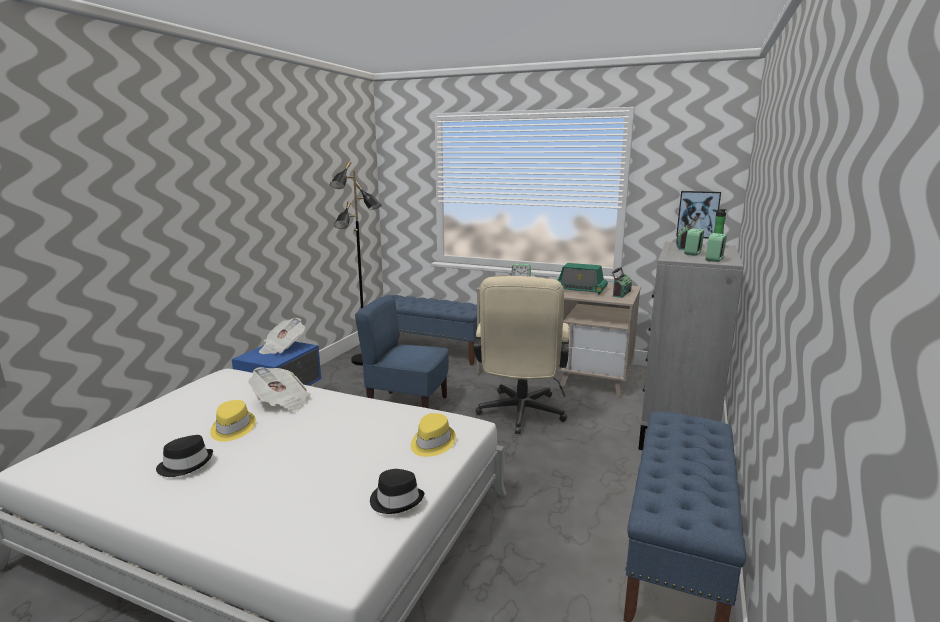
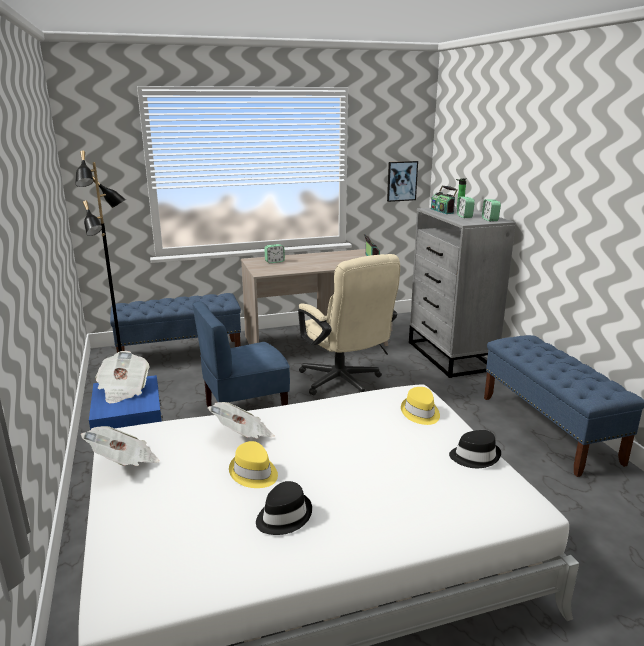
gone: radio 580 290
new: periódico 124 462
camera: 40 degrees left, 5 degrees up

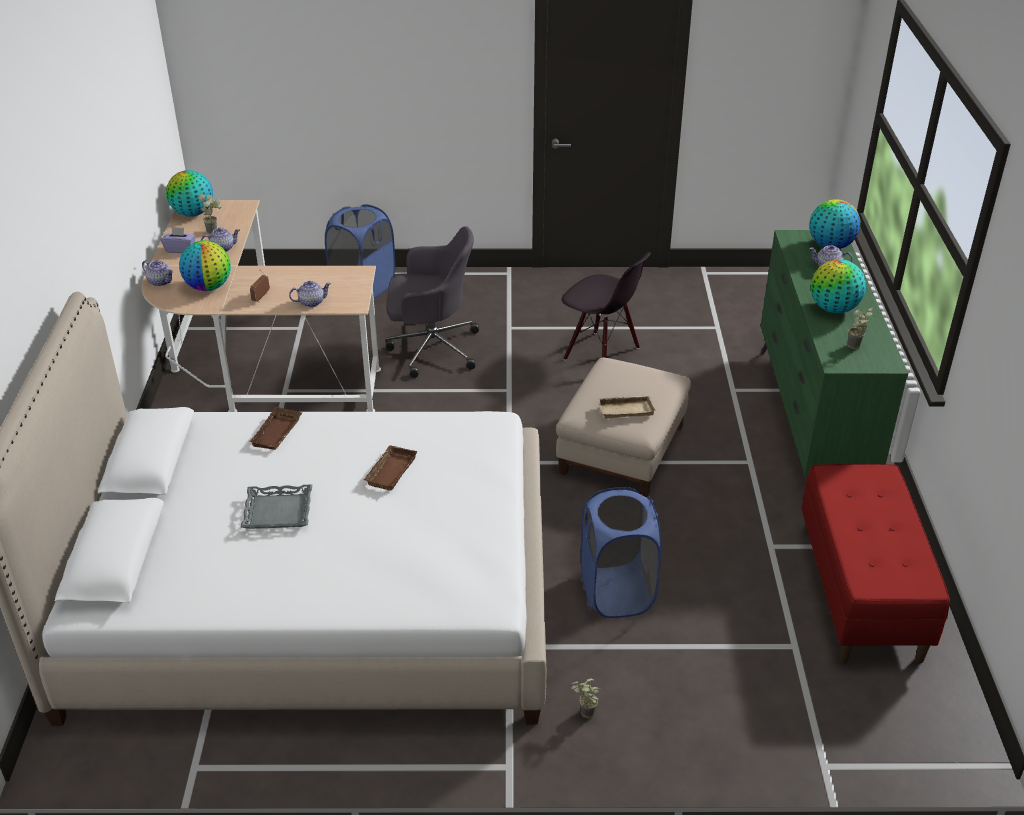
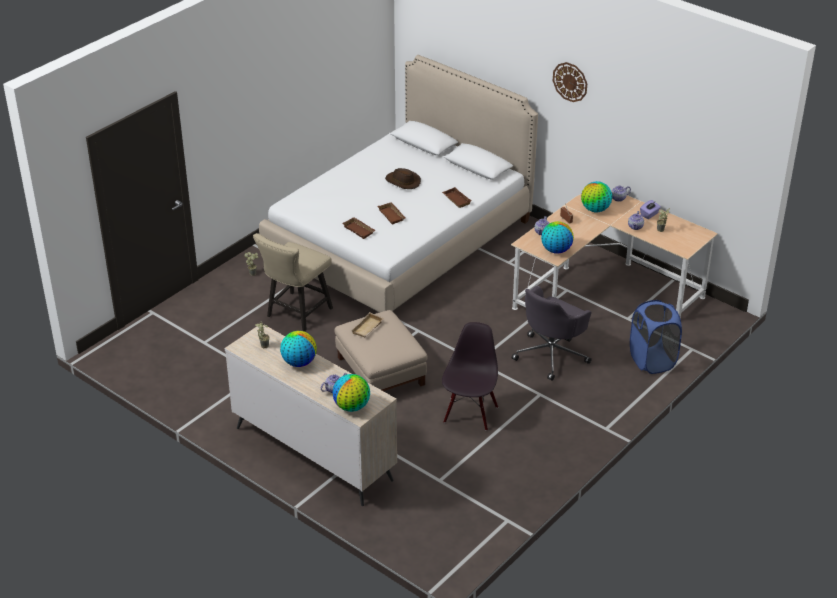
gone: banco/rojo 861 593
new: bandeja/marrón 360 230; reloj de pared 570 81
shifted: globo terráqueo 193 213 to 556 250
swapped: bandeja/gris 278 511 to sombrero/marrón 402 181; cesto de la ropa/azul 616 592 to silla/beis 296 314
repainted: cómoda/verde 811 421 to cómoda/beis 313 453
rotated: silla/negro 601 354 = 470 414 120 degrees clockwise
camera: 130 degrees right, 0 degrees up

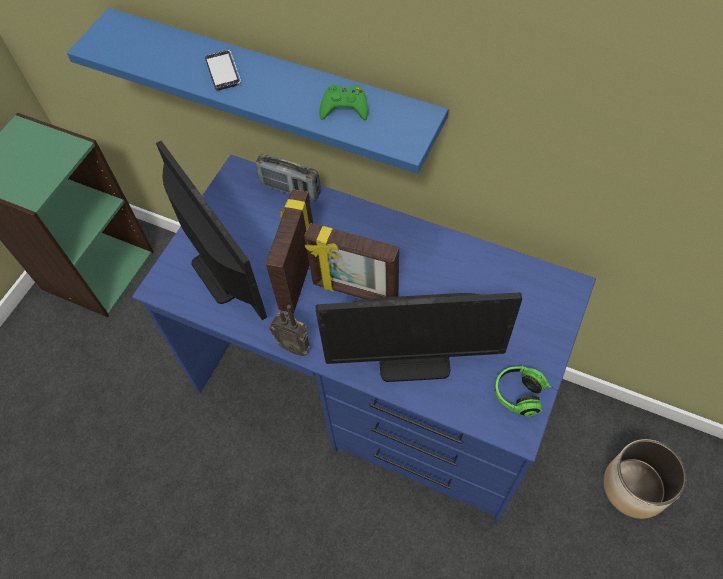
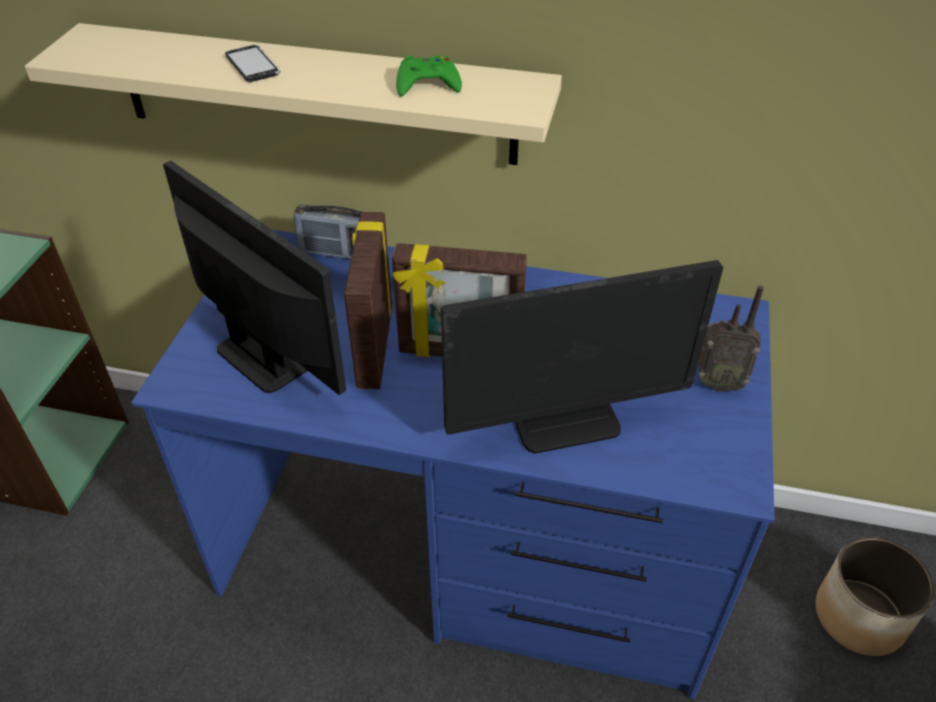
gone: auriculares 526 396
shifted: radio 294 345 to 716 382
repainted: estante/azul 273 84 to estante/beis 315 95
camera: 15 degrees left, 15 degrees down

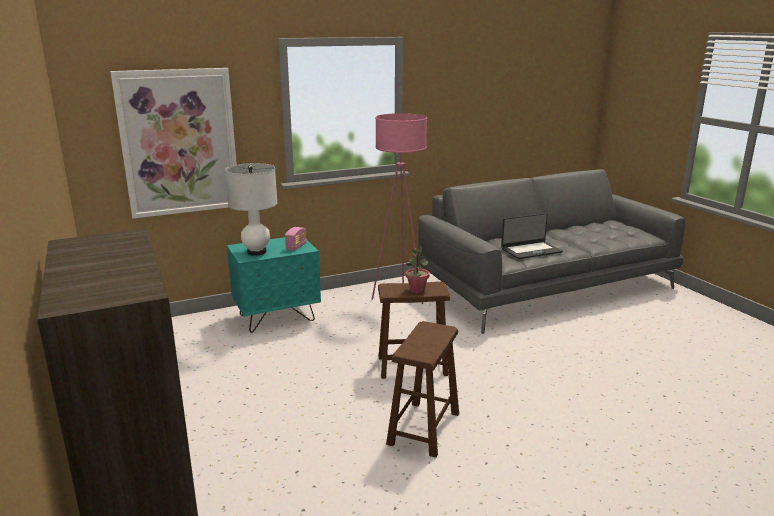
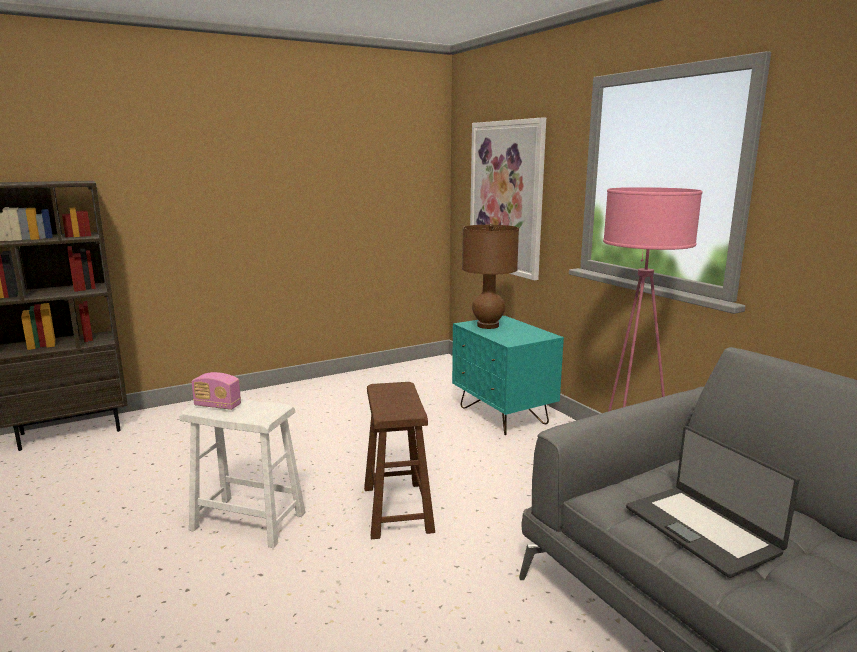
gone: planta en maceta 417 290
shifted: radio 296 247 to 217 406
repainted: lámpara de mesa/blanco 256 252 to lámpara de mesa/marrón 487 326; taburete/marrón 423 428 to taburete/blanco 248 521
camera: 85 degrees right, 5 degrees down

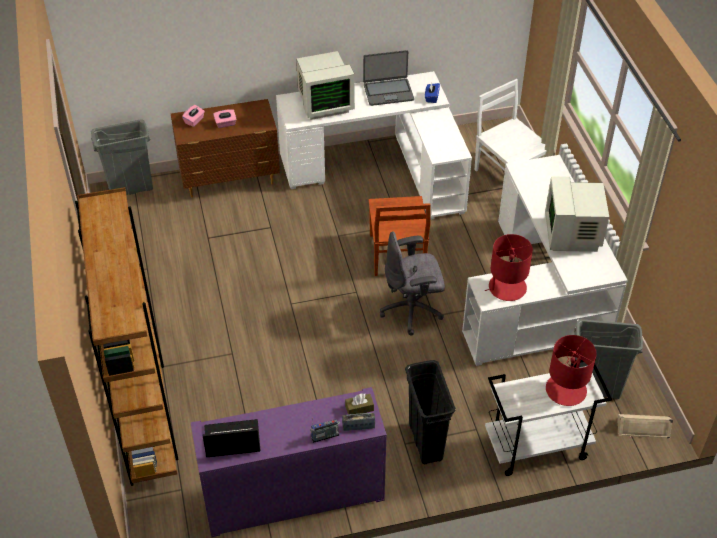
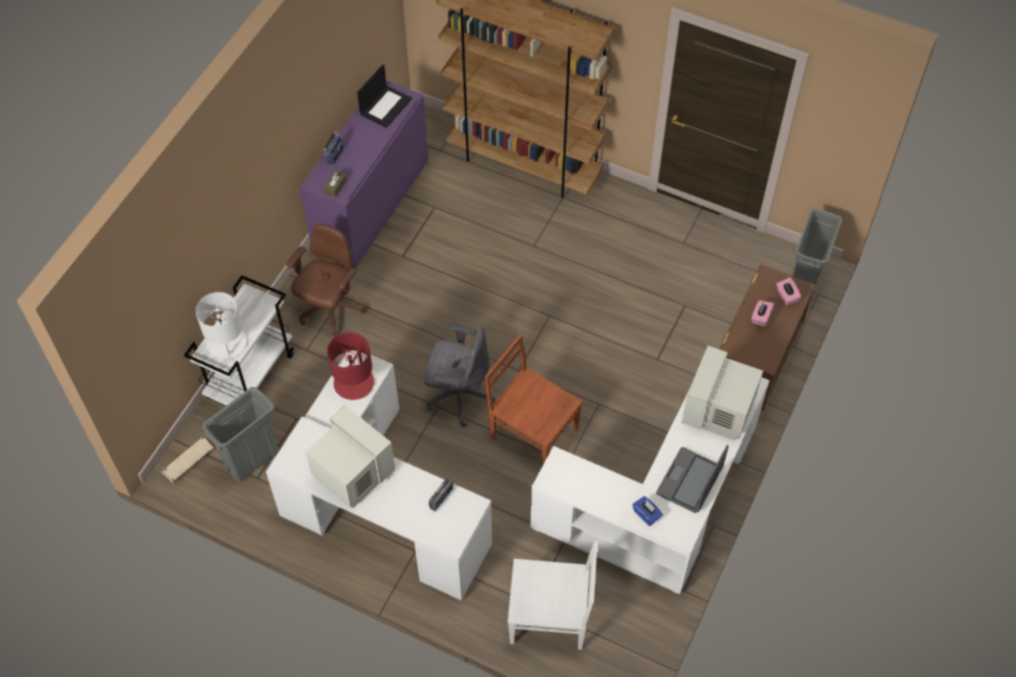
shifted: radio 358 427 to 441 498
swapped: papelera/negro 425 441 to silla de oficina/marrón 330 310
repainted: lámpara de mesa/rojo 566 389 to lámpara de mesa/blanco 227 343
rotated: silla de oficina/gris 412 310 = 459 395 75 degrees clockwise
camera: 130 degrees right, 10 degrees up

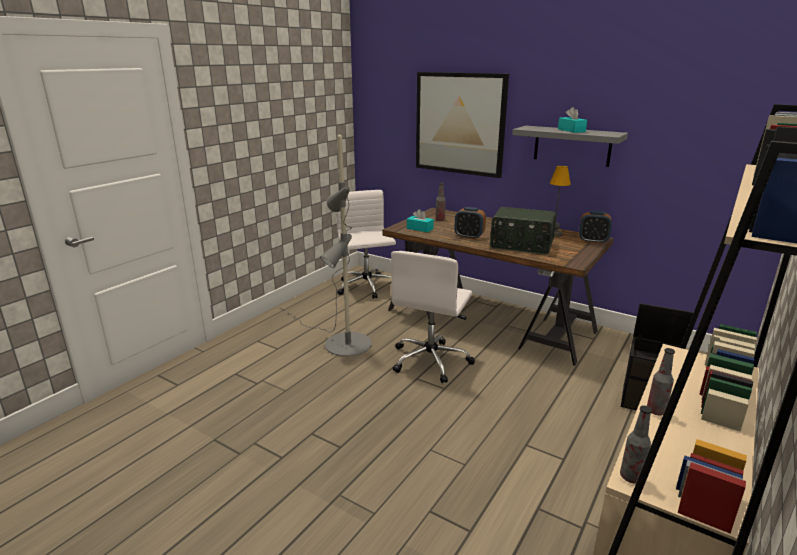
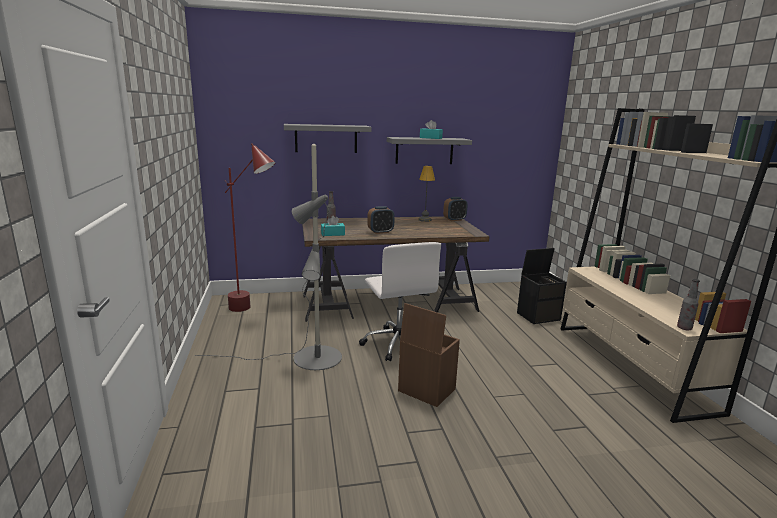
gone: radio 521 245; botella 656 411
new: caja de almacenaje/marrón 425 390
swapped: silla de oficina/blanco 367 287 to lámpara de pie/rojo 254 310; cuadro 460 124 to estante/gris 326 138
camera: 45 degrees left, 5 degrees down

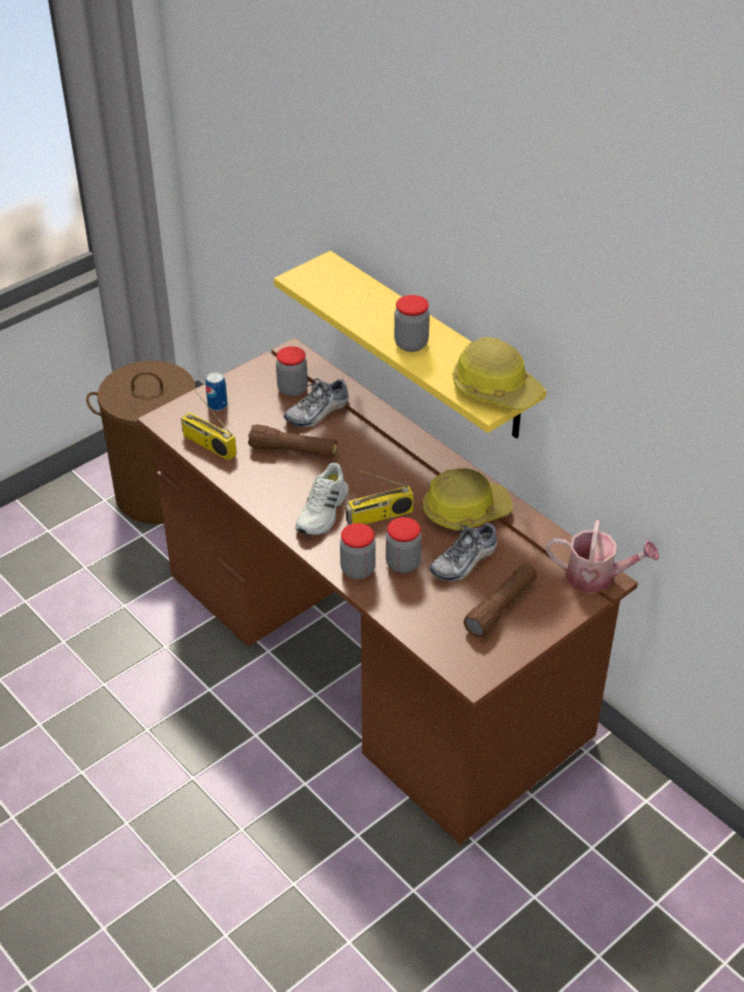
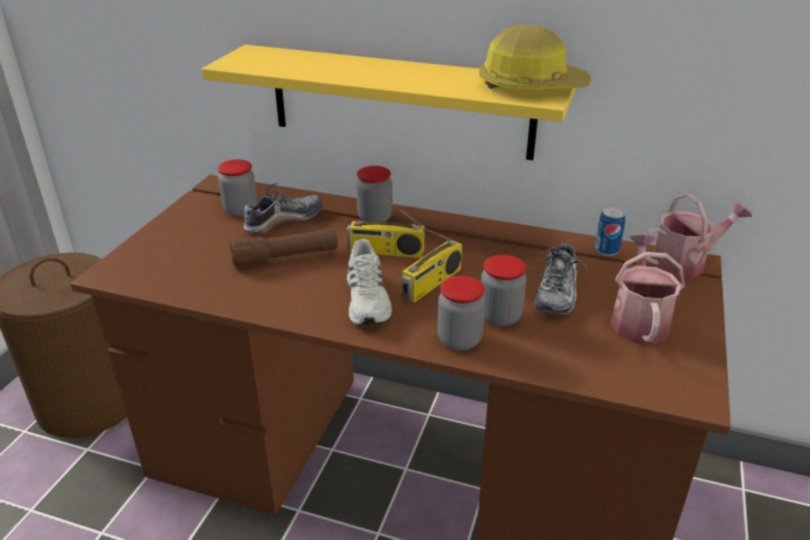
gone: casco 465 510
shifted: radio 208 445 to 385 252; lata 217 405 to 606 250; tarro 411 344 to 375 218
swapped: linterna/marrón 501 607 to regadera 638 319
rotated: zapato 317 412 = 283 221 150 degrees counterclockwise
camera: 30 degrees left, 10 degrees down

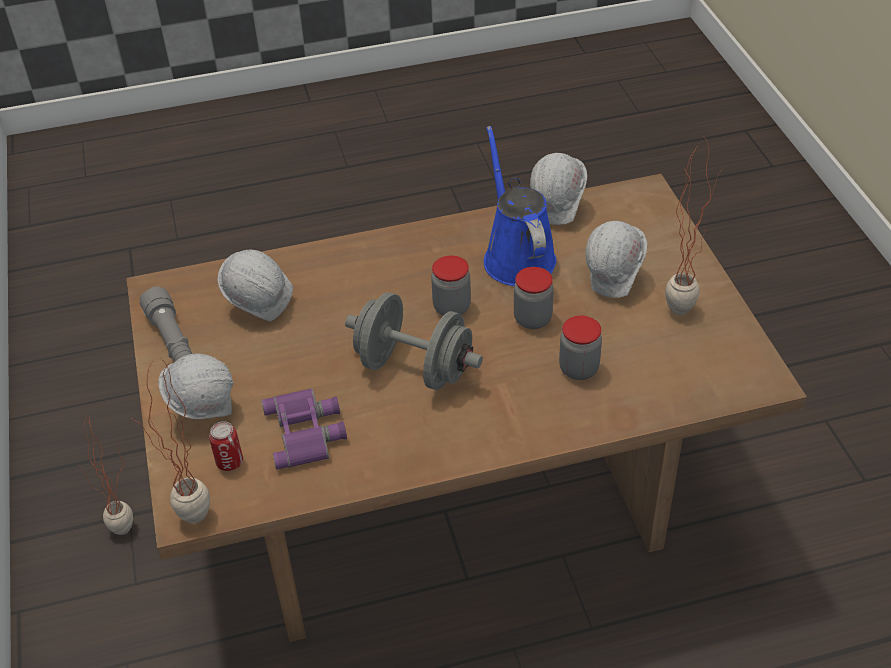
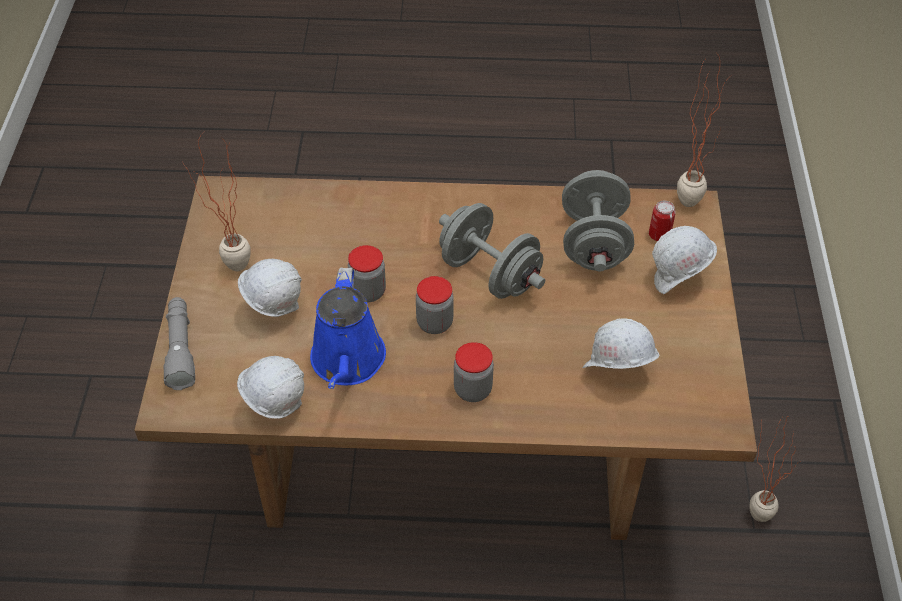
shifted: linterna/gris 172 340 to 181 349; tarro 578 369 to 472 390
swapped: prismáticos/morado 307 432 to mancuerna/gris 593 243
camera: 165 degrees left, 5 degrees up

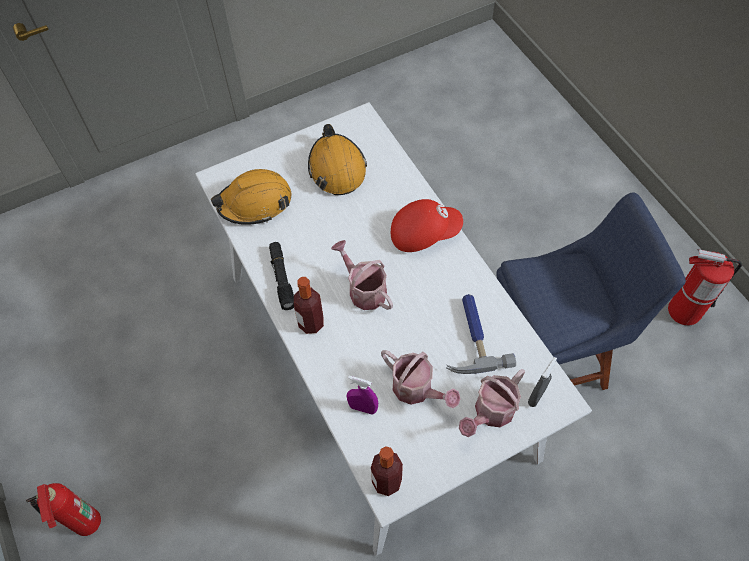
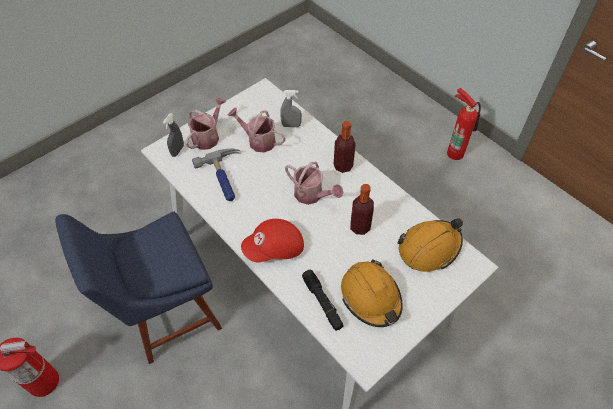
shifted: linterna/negro 282 278 to 322 302; botella 386 481 to 360 227
repainted: pulverizador/morado 363 408 to pulverizador/gris 291 125
camera: 165 degrees right, 5 degrees down

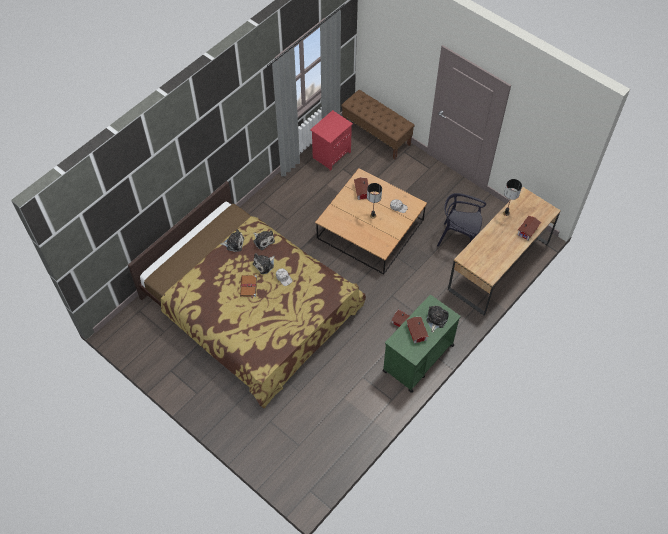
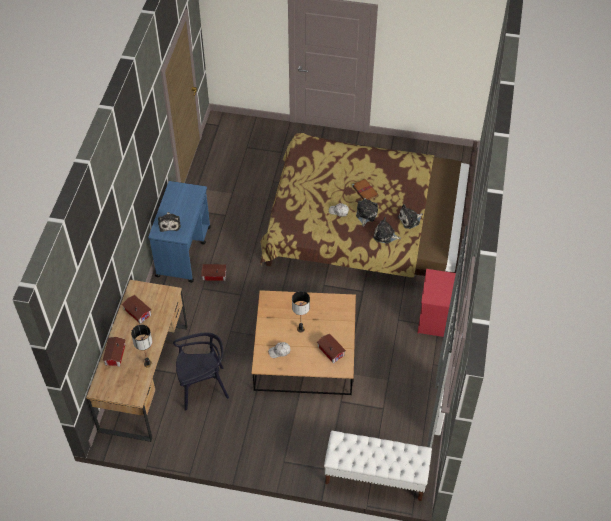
shifted: mesita de noche/rojo 331 154 to 435 320; casita 416 333 to 137 311
repainted: banco/marrón 376 135 to banco/blanco 375 476; carrito/verde 417 358 to carrito/azul 184 251
camera: 150 degrees right, 5 degrees down

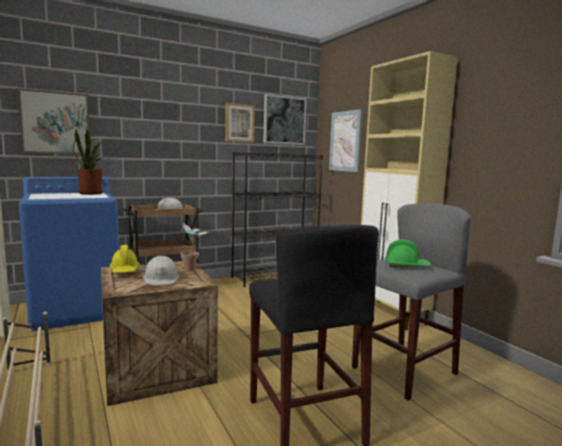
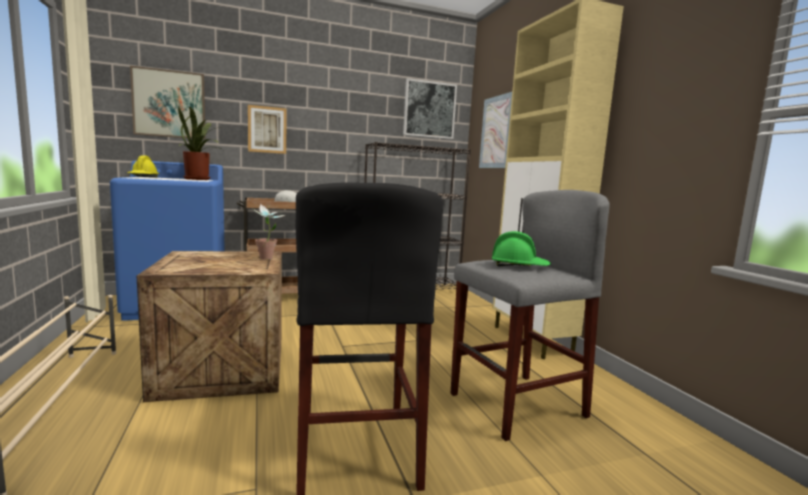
gone: casco/blanco 161 278
shifted: casco/amarillo 125 271 to 143 177; cuadro 239 123 to 267 130
camera: 10 degrees right, 0 degrees up

